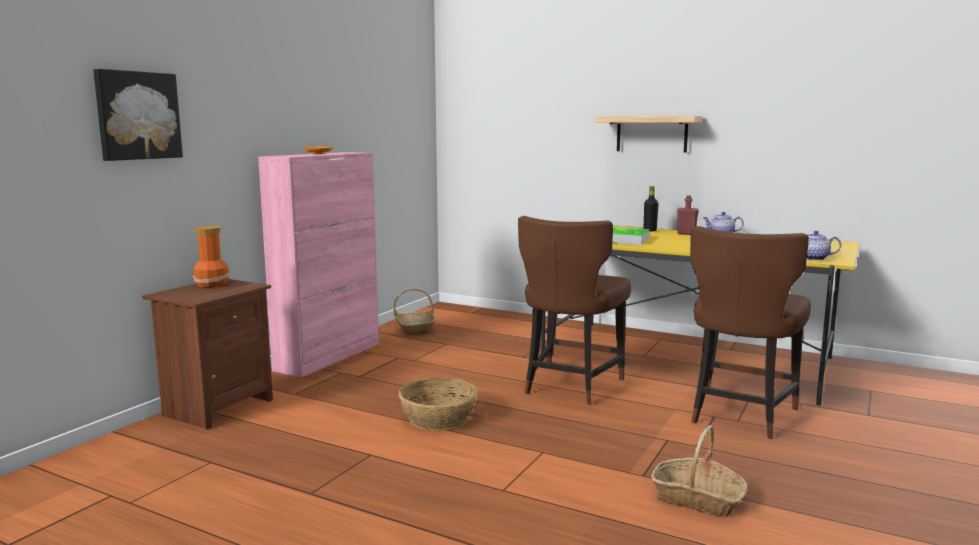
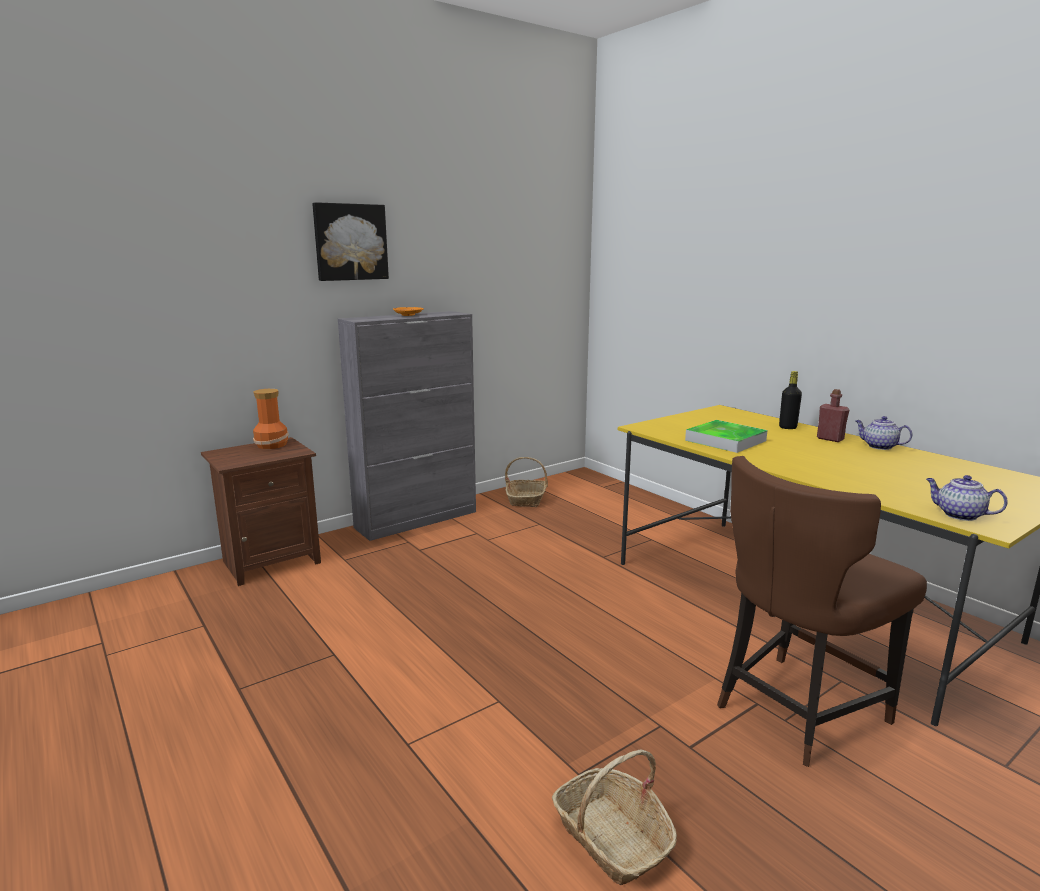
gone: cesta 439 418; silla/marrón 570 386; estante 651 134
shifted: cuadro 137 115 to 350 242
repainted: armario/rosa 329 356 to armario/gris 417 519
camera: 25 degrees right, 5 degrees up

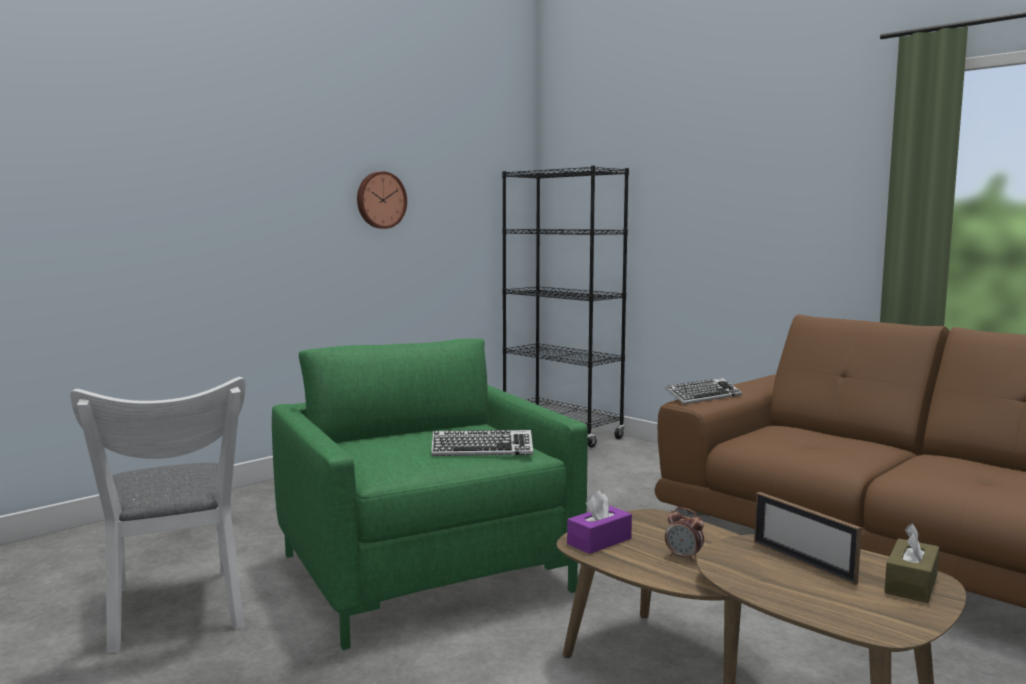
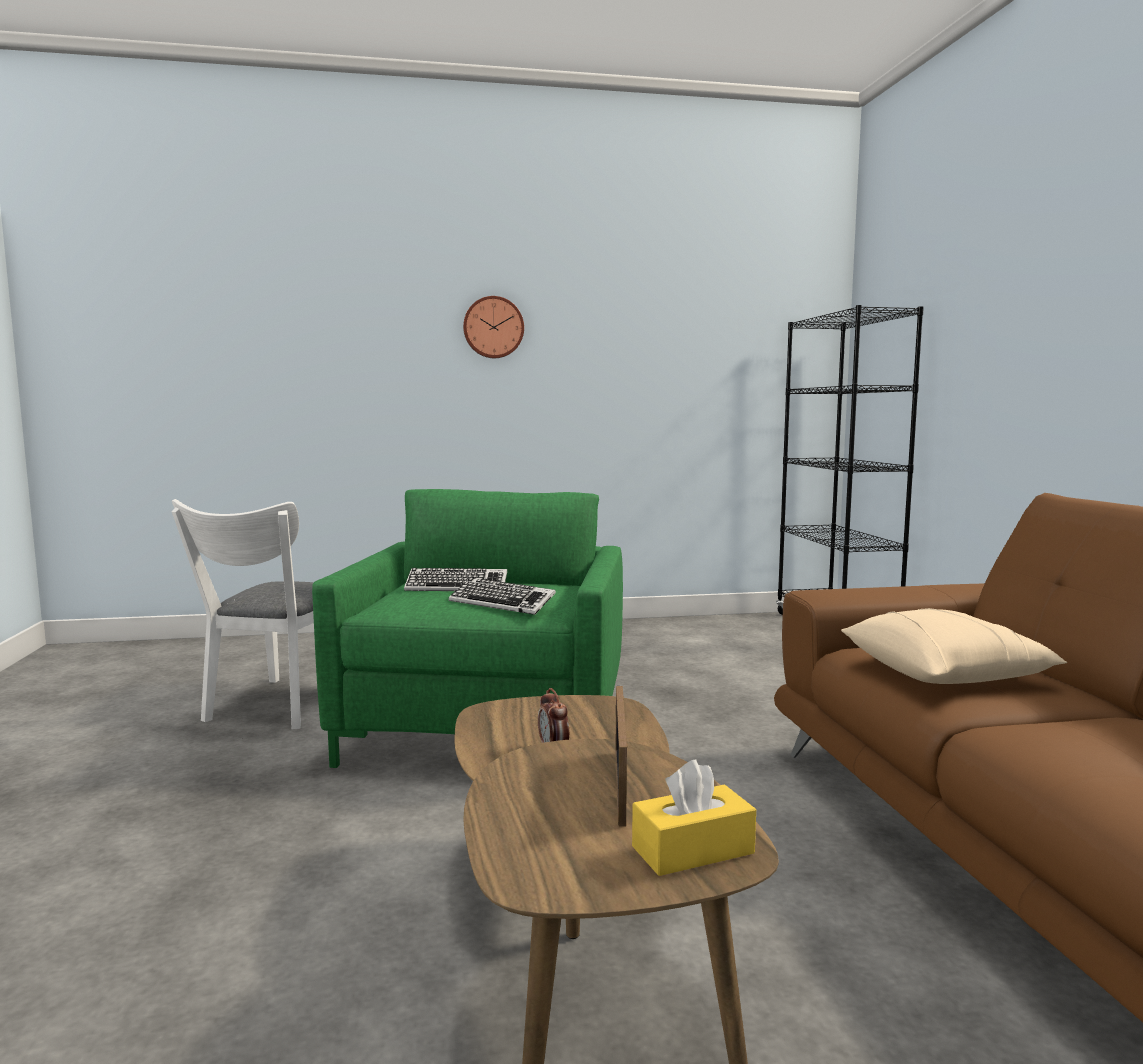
gone: caja de pañuelos/morado 599 541
new: cojín/beis 944 673
shifted: reloj de pared 380 200 to 493 327; teclado 703 397 to 456 587
repainted: caja de pañuelos/marrón 911 584 to caja de pañuelos/amarillo 693 850
camera: 35 degrees right, 0 degrees up

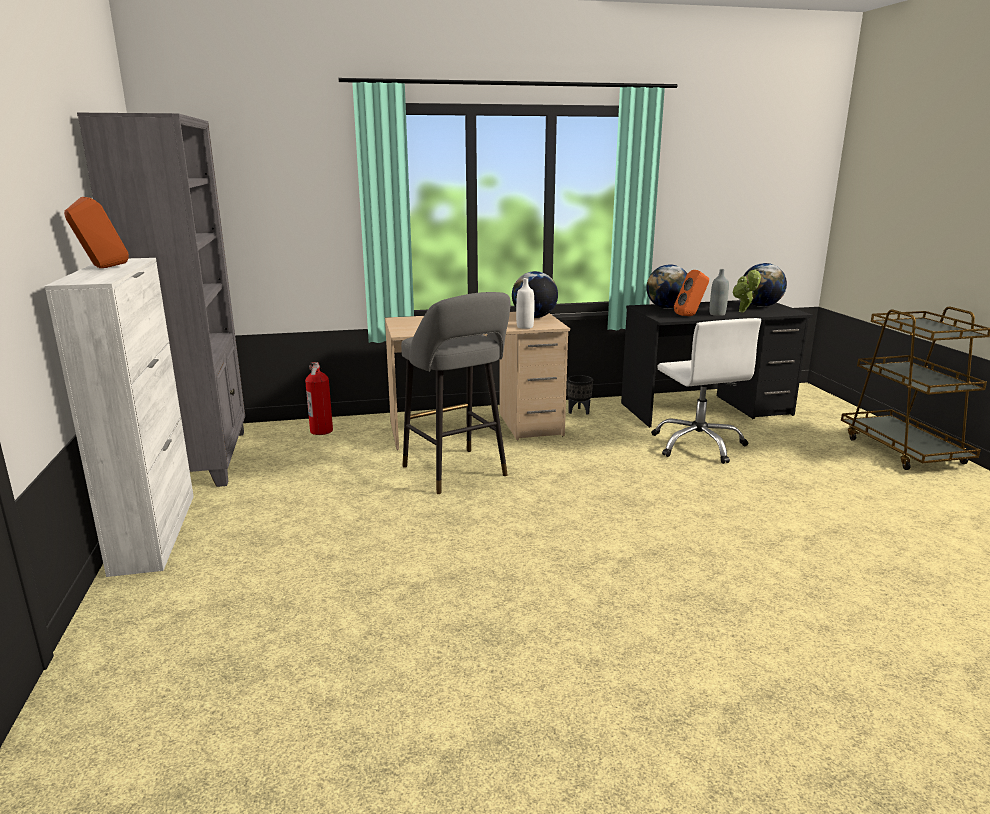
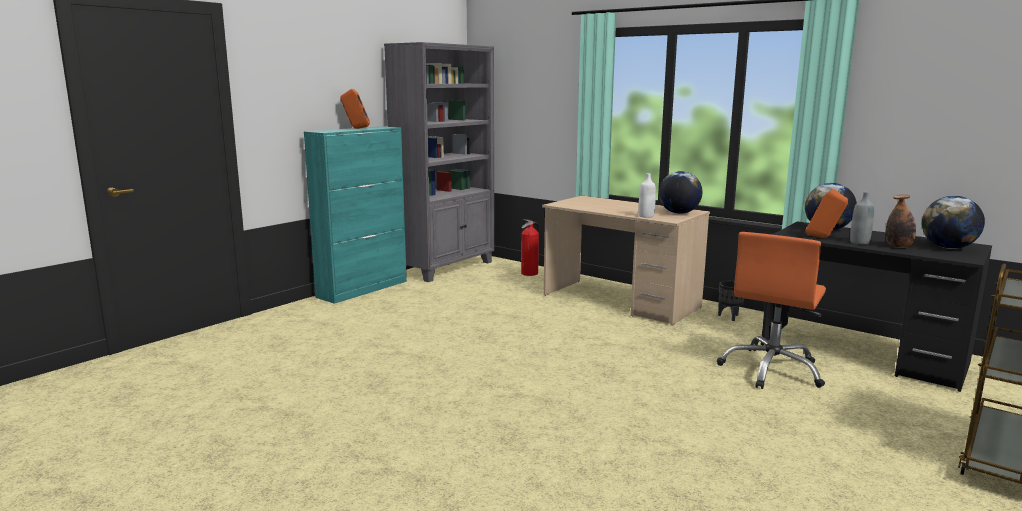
gone: taburete/gris 457 473
swapped: planta en maceta 743 312 to botella 898 247
repainted: armario/blanco 155 532 to armario/turquesa 363 289; silla de oficina/blanco 698 445 to silla de oficina/naranja 772 370
camera: 50 degrees right, 5 degrees down

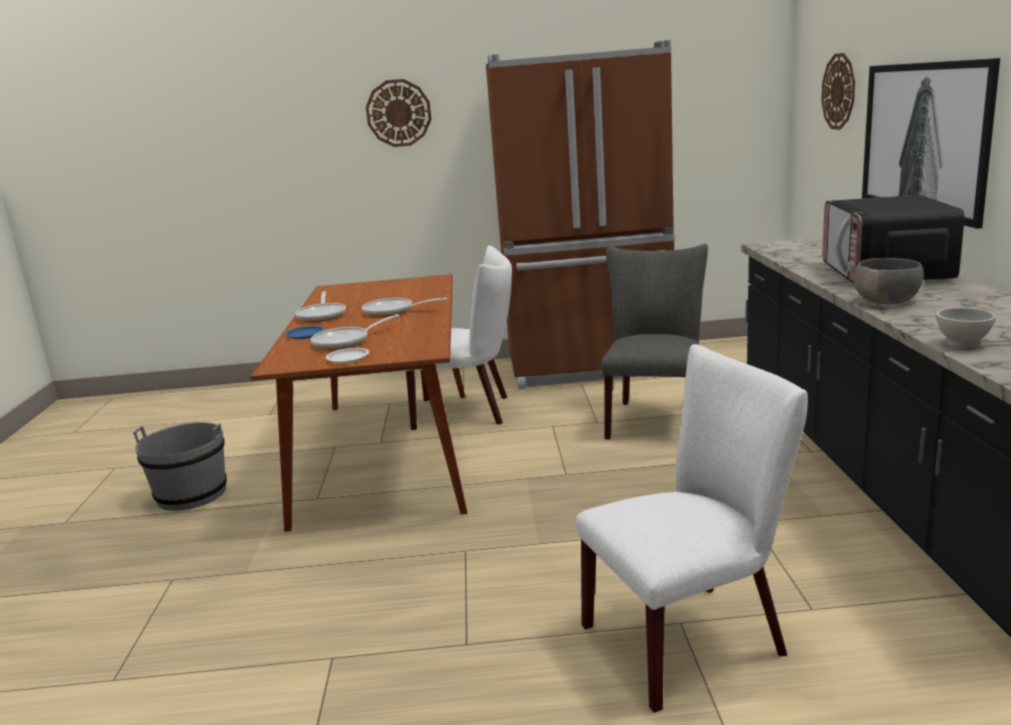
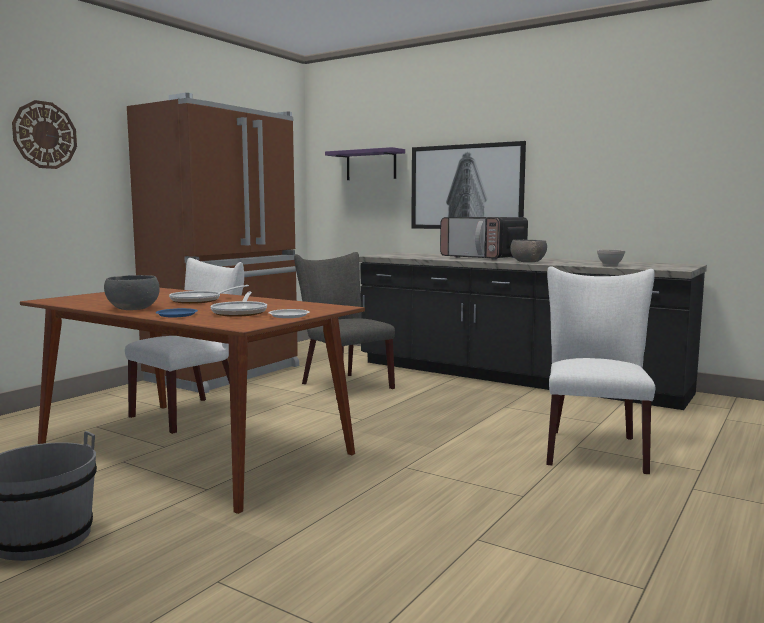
swapped: sartén 322 315 to cuenco/gris 133 308; reloj de pared 839 91 to estante/morado 371 165
camera: 55 degrees left, 10 degrees down

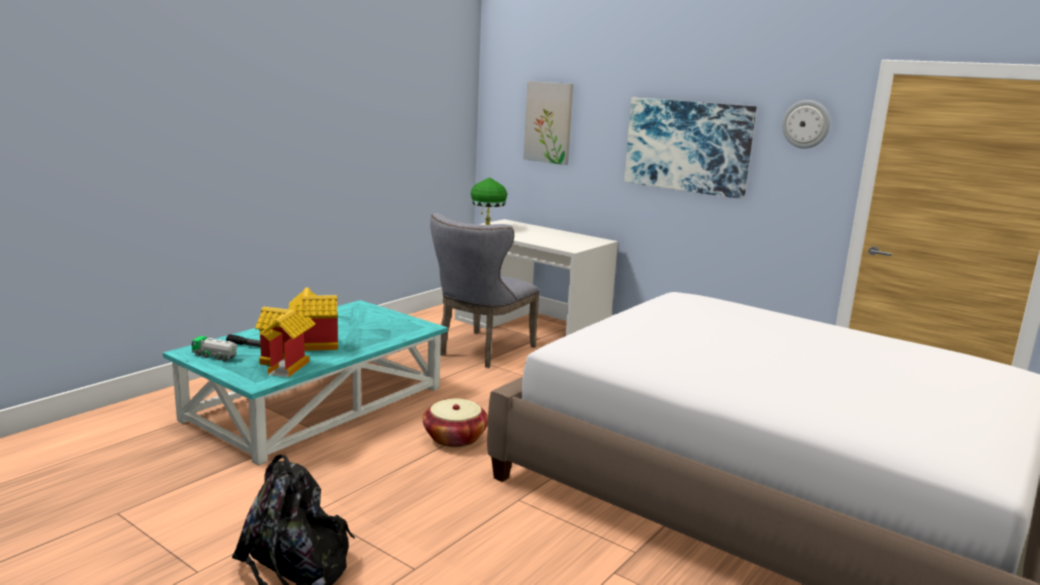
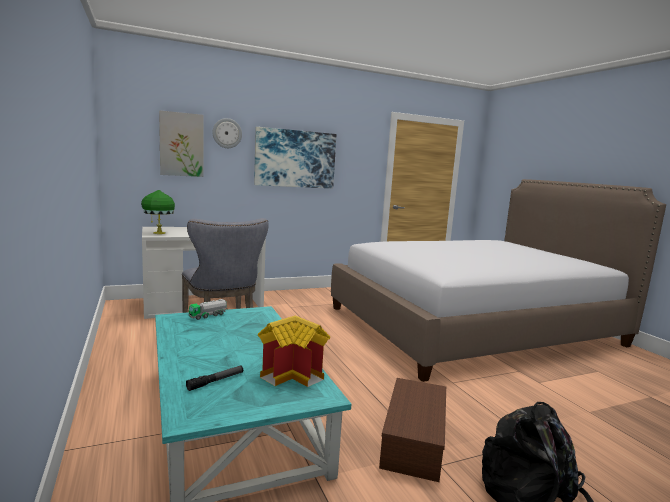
gone: casita 311 344; cesta 454 438
new: caja de almacenaje/marrón 412 438
shifted: camión de juguete 215 356 to 208 315; reloj de pared 806 124 to 227 133
camera: 60 degrees left, 5 degrees down

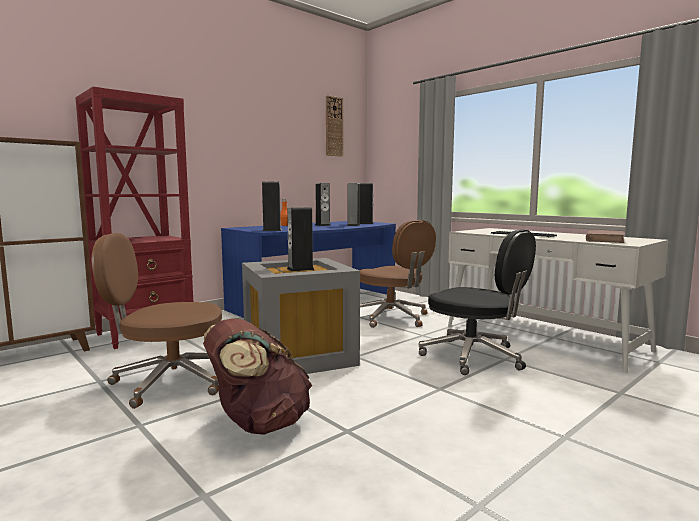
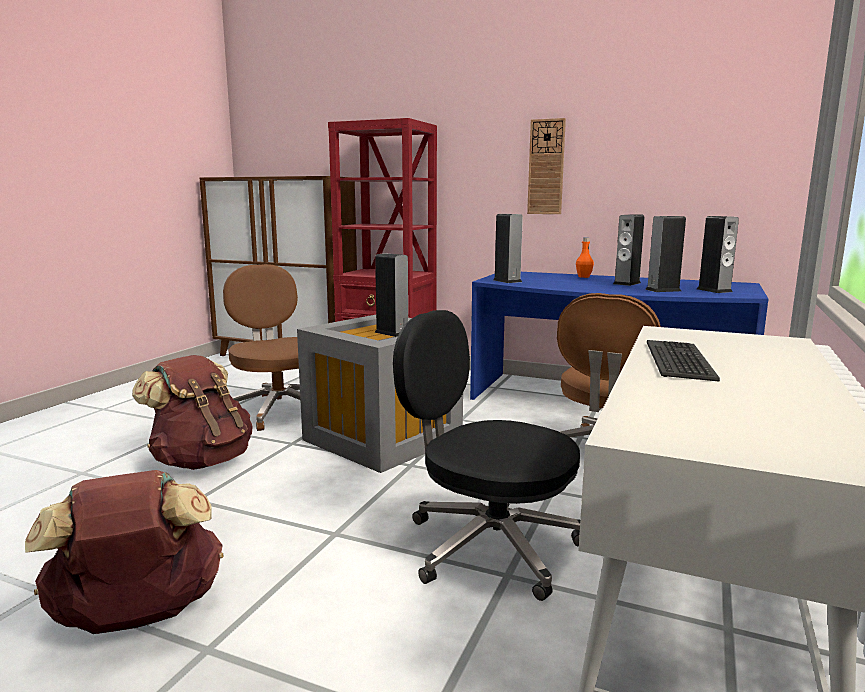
gone: libro/marrón 605 240
new: mochila/marrón 138 618
shifted: reloj de pared 334 126 to 546 167
rotated: silla de oficina/negro 474 357 = 489 545 105 degrees clockwise
camera: 65 degrees right, 5 degrees up

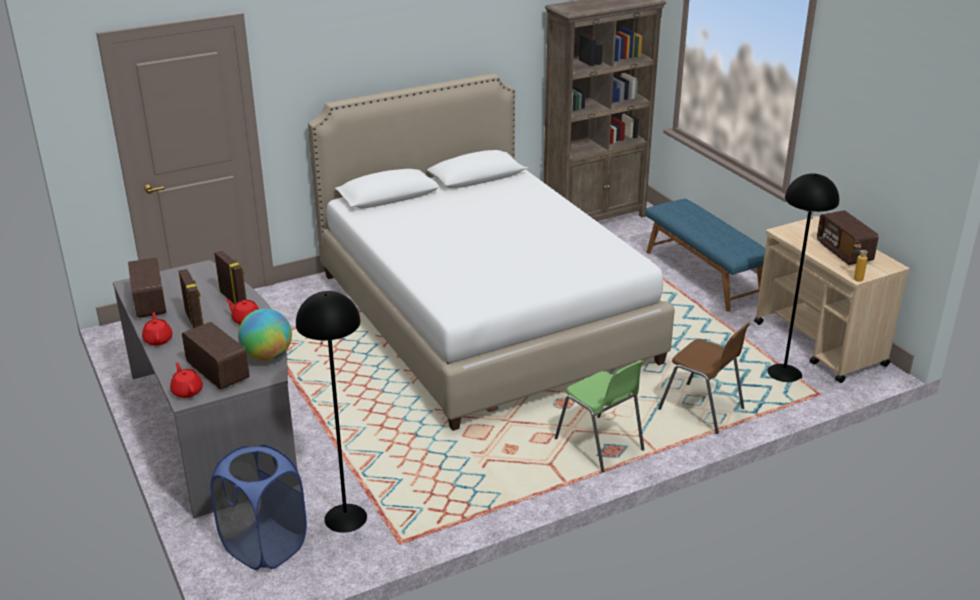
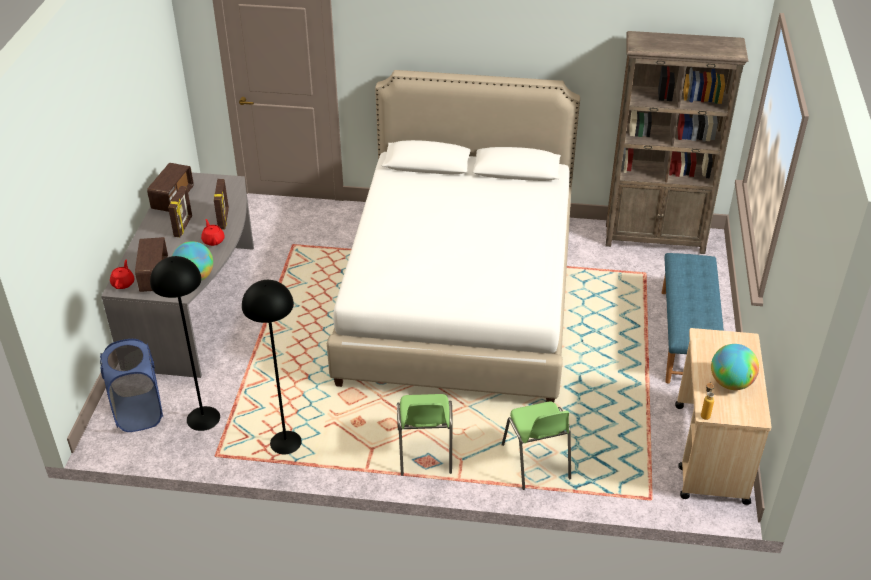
gone: tetera/rojo 158 339
shifted: lámpara de pie/negro 784 373 to 286 443
swapped: radio 844 252 to globo terráqueo 731 383
repainted: silla/marrón 702 409 to silla/verde 536 462
camera: 35 degrees right, 10 degrees up

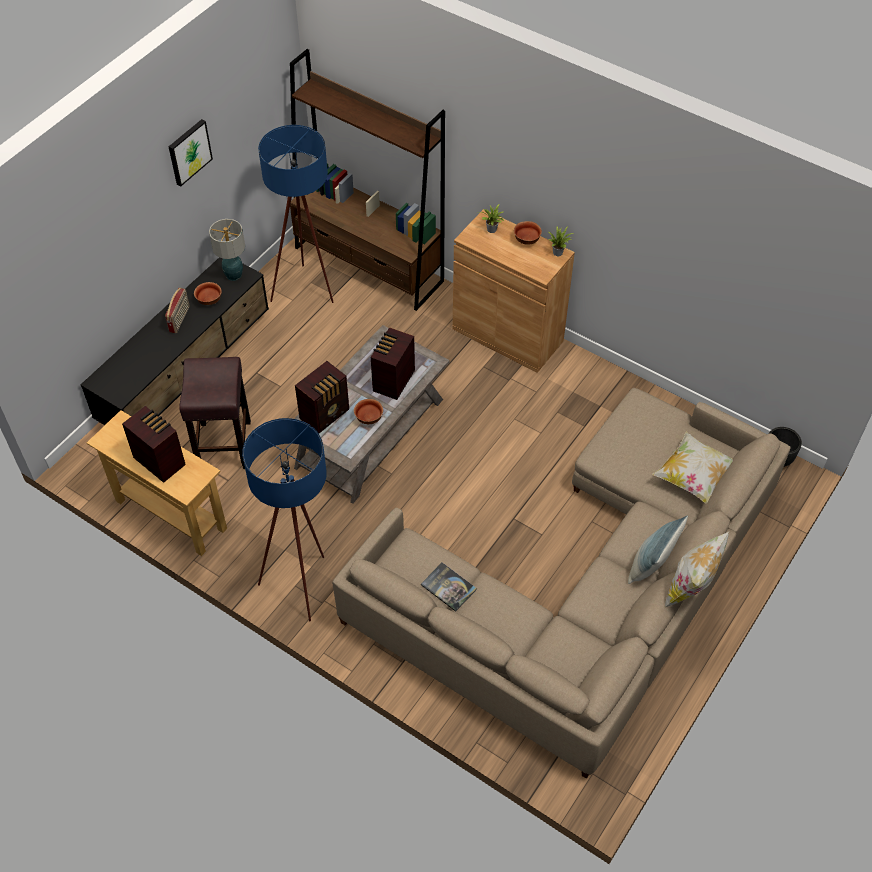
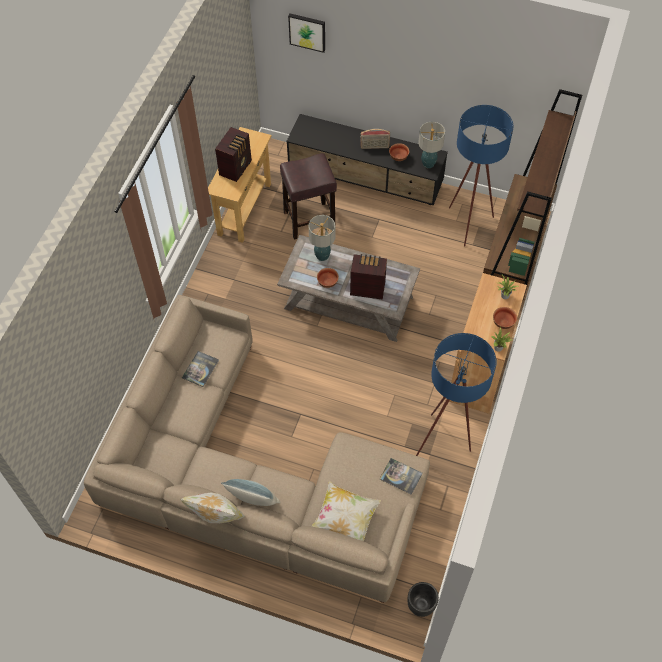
new: libro 401 476
shifted: cuadro 189 152 to 307 31; lámpara de pie/azul 303 581 to 445 443
swapped: radio 326 414 to lámpara de mesa 322 255
camera: 75 degrees right, 5 degrees up

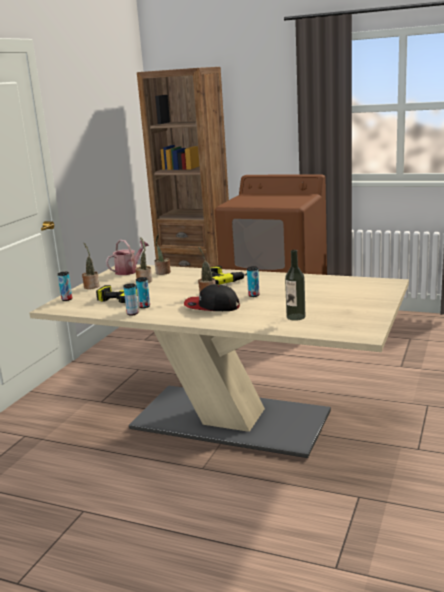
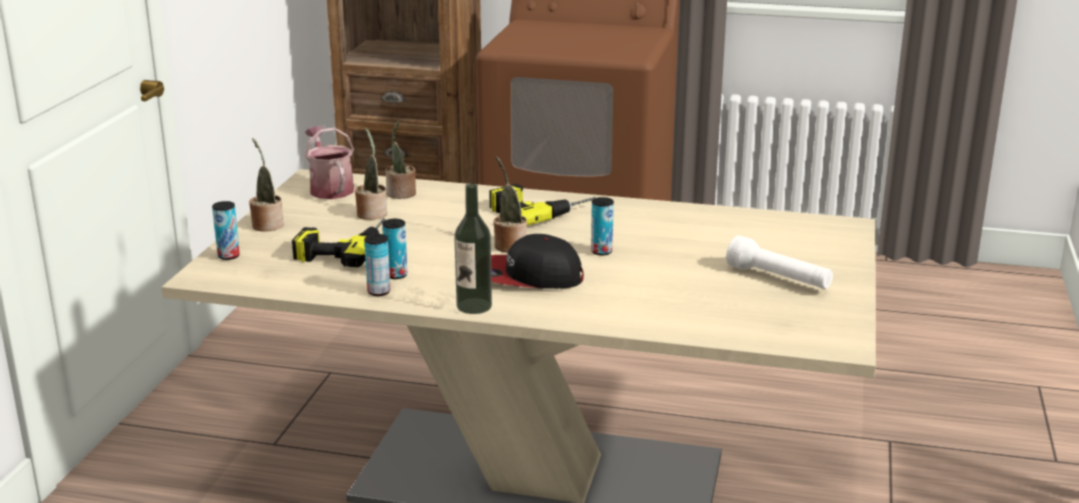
new: linterna/blanco 779 279
shifted: botella 296 317 to 474 306
rotated: regadera 129 271 = 330 188 60 degrees counterclockwise
camera: 10 degrees left, 5 degrees up

